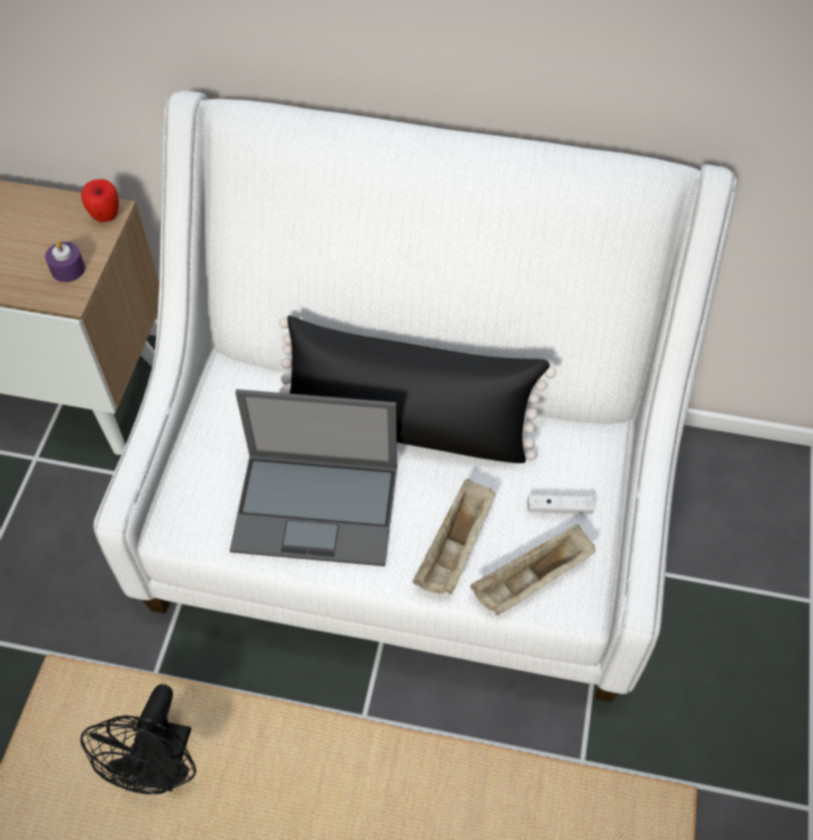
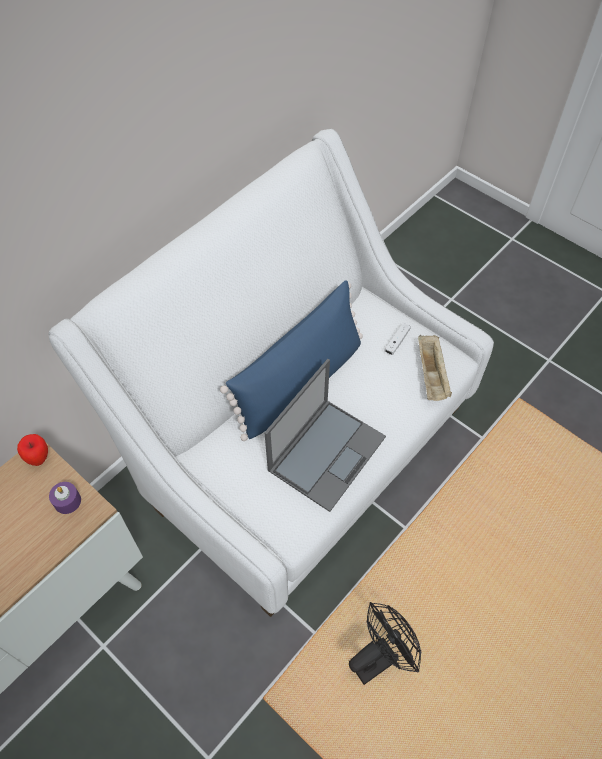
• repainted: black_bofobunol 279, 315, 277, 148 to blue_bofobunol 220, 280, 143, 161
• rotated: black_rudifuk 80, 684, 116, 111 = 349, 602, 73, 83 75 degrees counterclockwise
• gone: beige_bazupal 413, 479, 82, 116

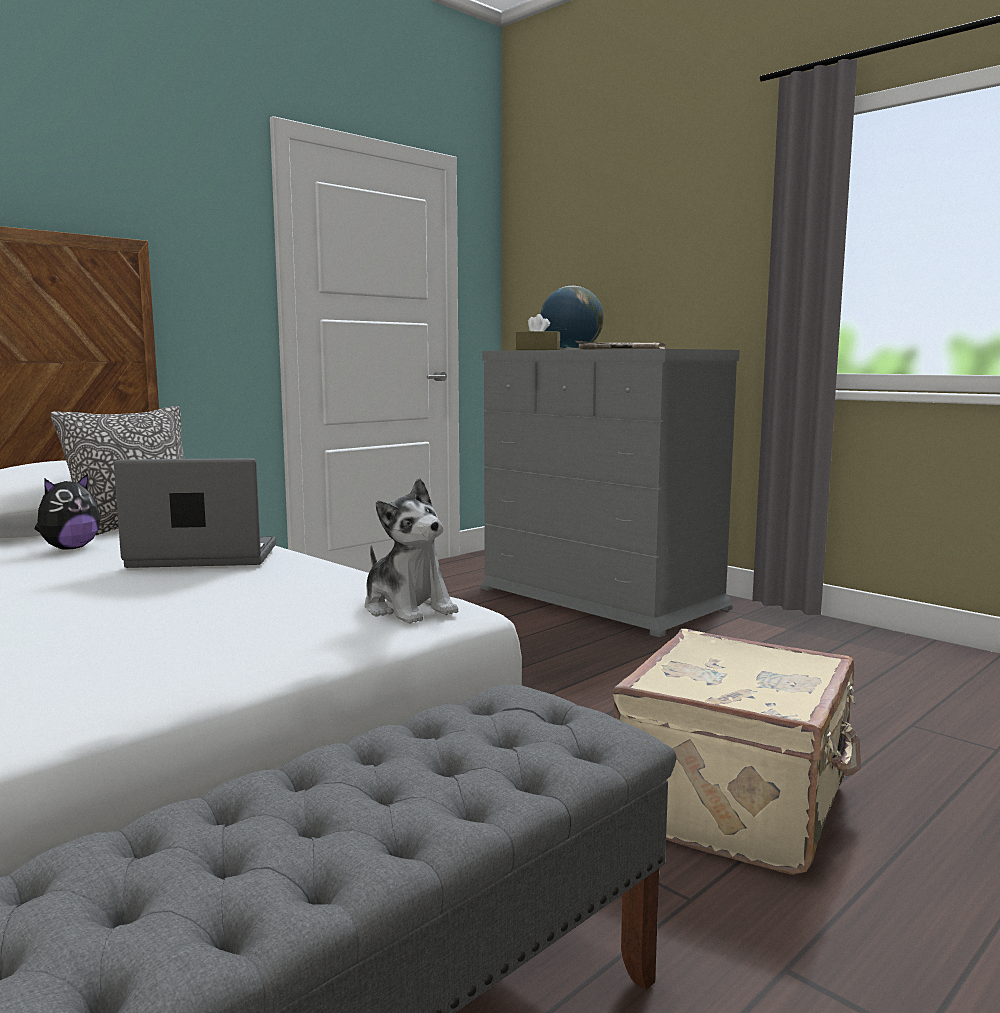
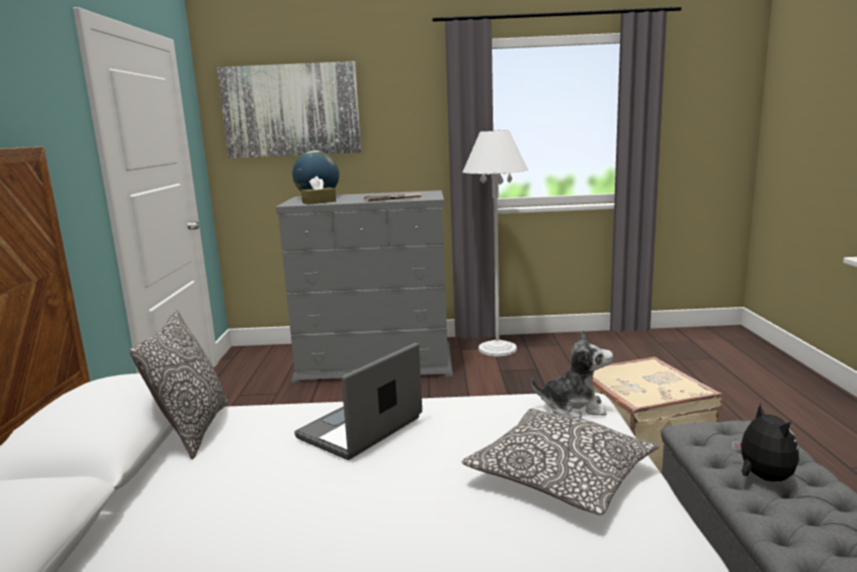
• new: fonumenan 217, 61, 144, 97
• new: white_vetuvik 462, 130, 66, 226
• new: bofobunol 462, 408, 197, 107
• shifted: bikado 35, 474, 65, 75 to 732, 403, 67, 79

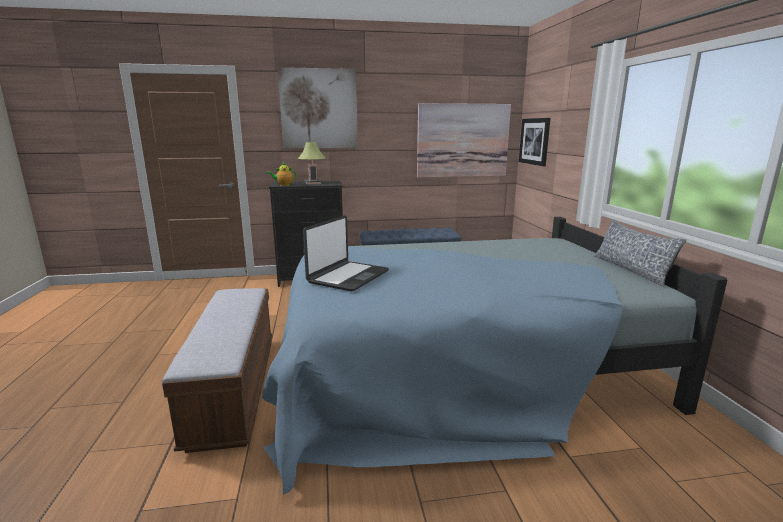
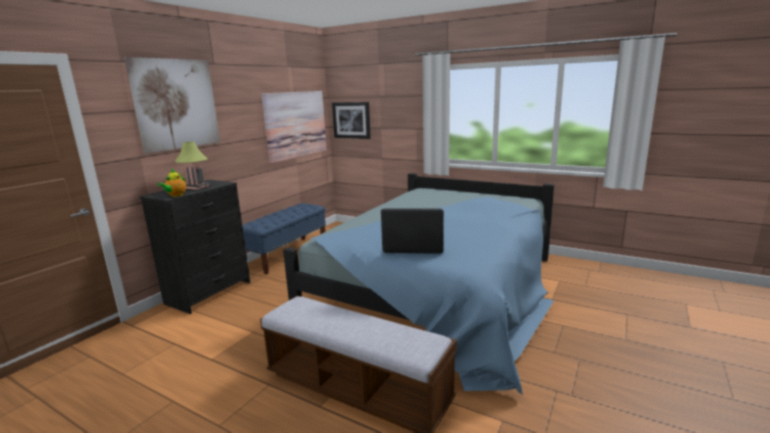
• rotated: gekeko 303, 215, 86, 76 = 381, 209, 63, 45 60 degrees counterclockwise
• gone: bofobunol 594, 219, 93, 67

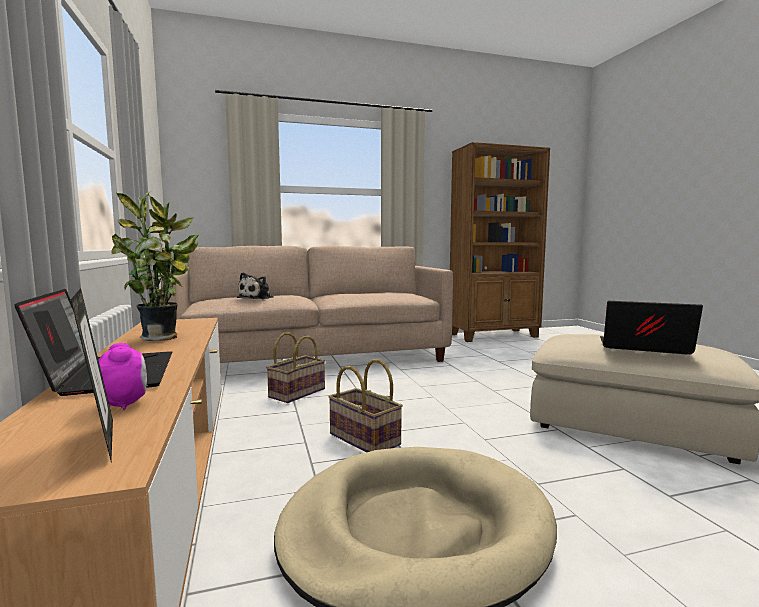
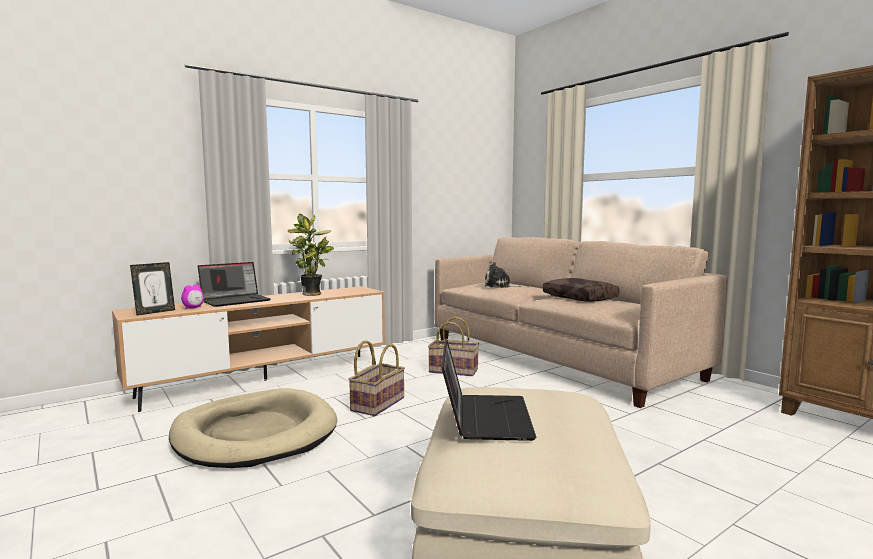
• new: brown_bofobunol 543, 278, 77, 24

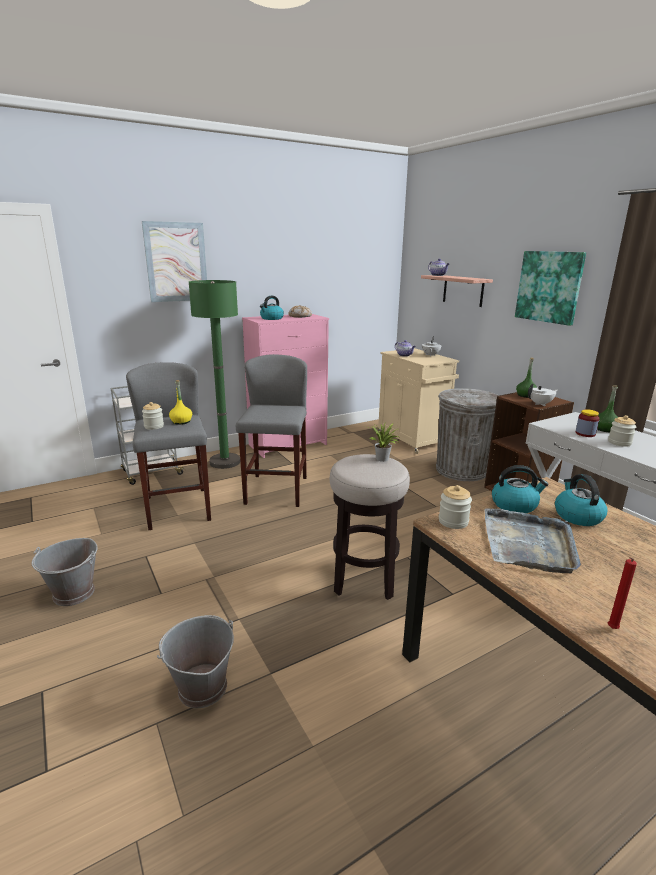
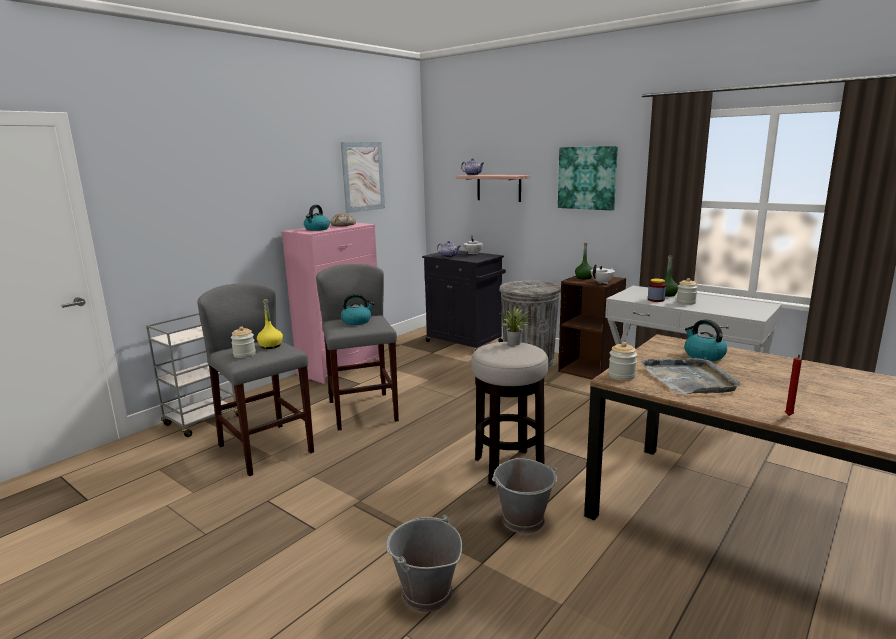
• shifted: fonumenan 142, 221, 65, 81 to 341, 142, 44, 71
• shifted: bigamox 492, 465, 57, 48 to 341, 294, 34, 31
• repainted: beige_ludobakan 377, 348, 82, 106 to black_ludobakan 422, 251, 84, 99
• shifted: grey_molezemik 32, 538, 65, 68 to 492, 458, 65, 75
• gone: green_vetuvik 189, 280, 51, 189

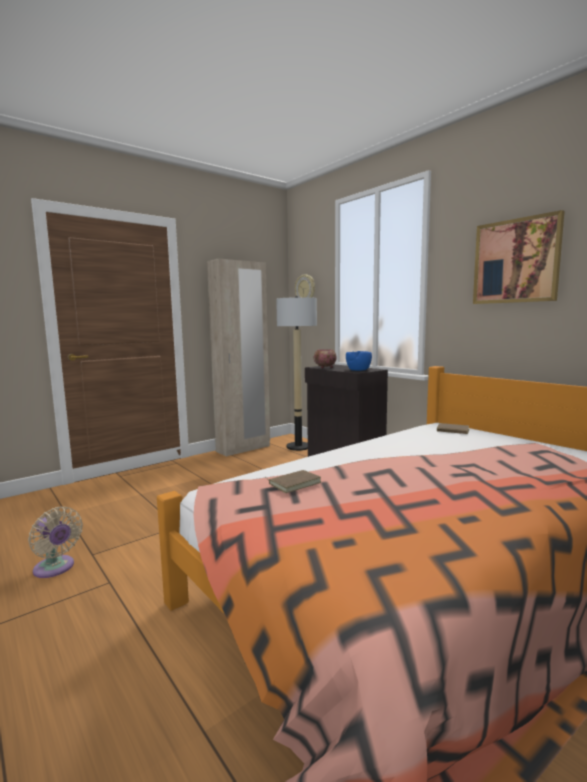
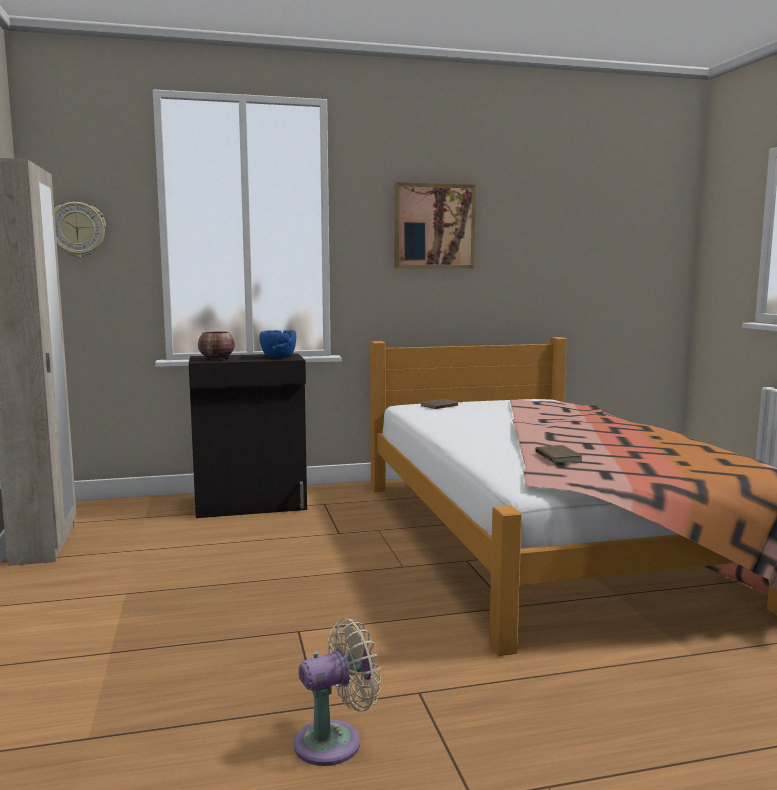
• gone: vetuvik 276, 296, 41, 155

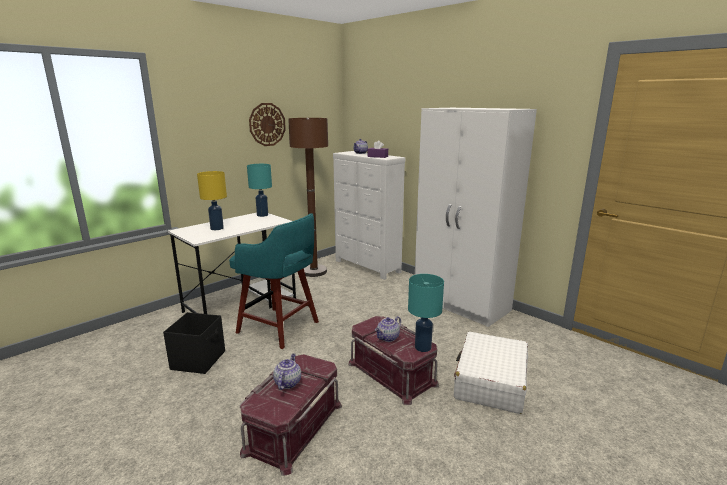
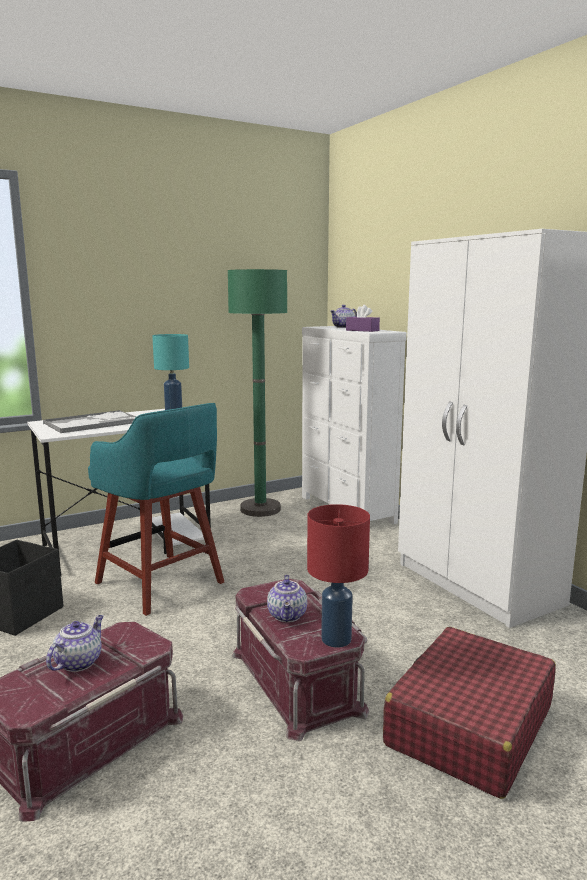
• swapped: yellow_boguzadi 197, 171, 30, 59 to bazupal 43, 410, 93, 23
• repainted: brown_vetuvik 288, 118, 40, 159 to green_vetuvik 228, 269, 59, 248
• rotated: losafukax 375, 316, 26, 26 = 267, 575, 40, 47 60 degrees counterclockwise
• repainted: turquoise_boguzadi 408, 274, 36, 78 to red_boguzadi 307, 504, 63, 144
• repainted: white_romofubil 454, 332, 74, 82 to red_romofubil 383, 627, 173, 172
• gone: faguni 249, 103, 37, 43

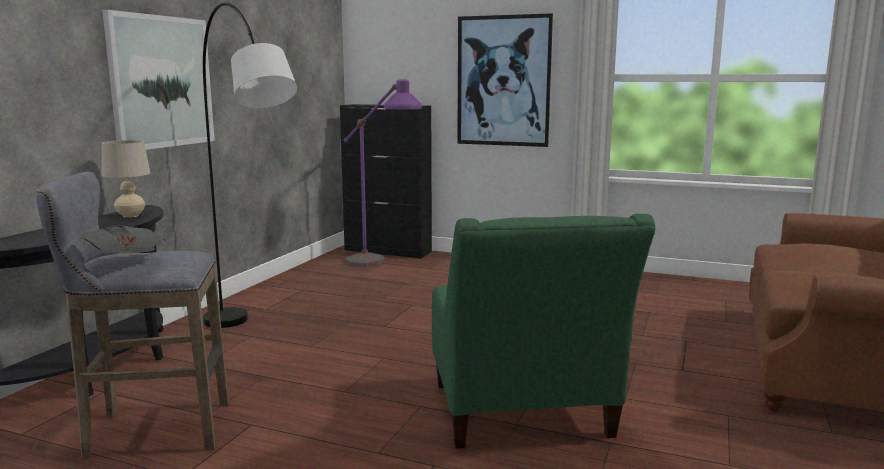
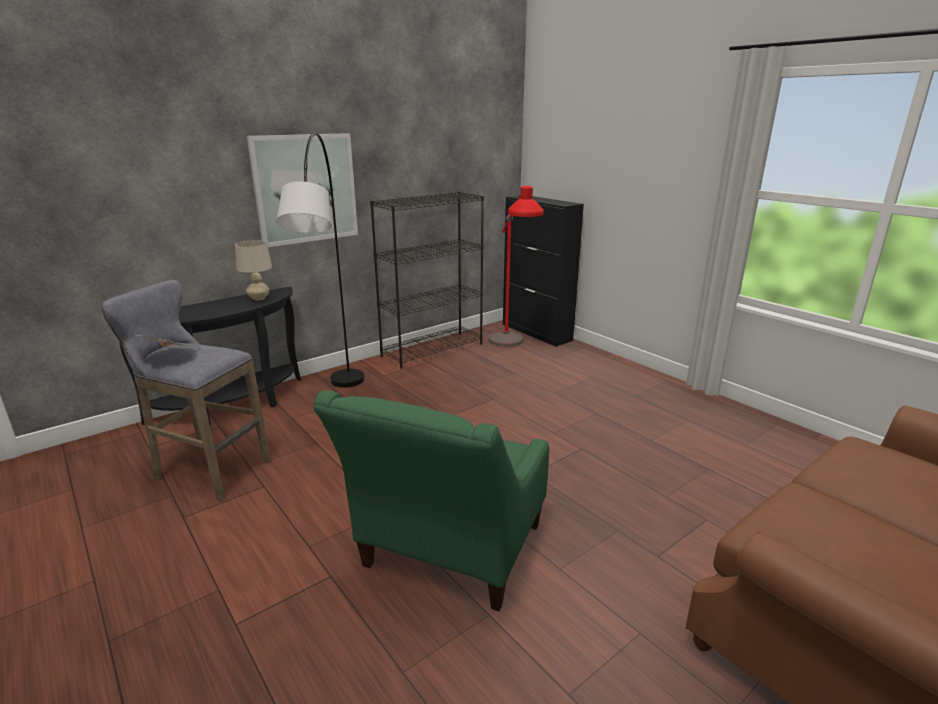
• new: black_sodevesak 370, 192, 114, 177
• repainted: purple_vetuvik 344, 79, 78, 188 to red_vetuvik 489, 186, 55, 161
• gone: fonumenan 457, 13, 96, 134

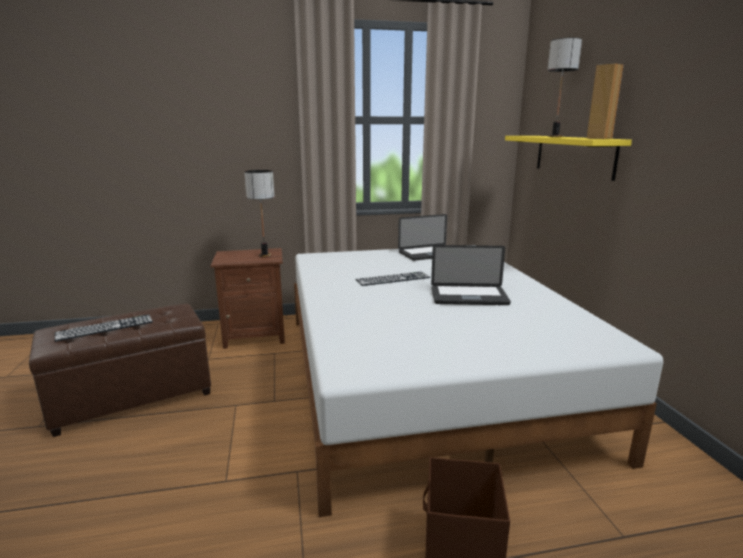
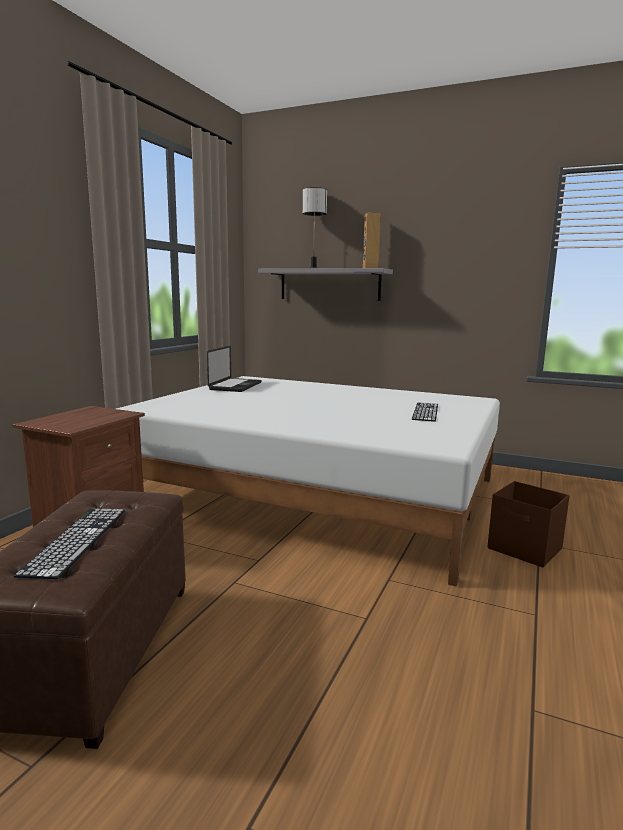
• repainted: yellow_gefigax 505, 136, 127, 45 to grey_gefigax 258, 268, 135, 33
• shifted: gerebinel 356, 272, 74, 14 to 412, 403, 26, 19
• gone: boguzadi 244, 170, 31, 87
• gone: gekeko 431, 245, 80, 60

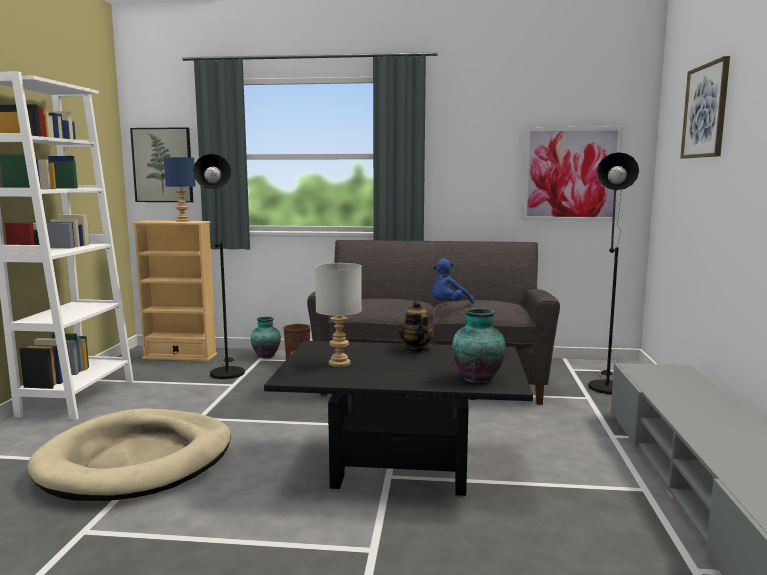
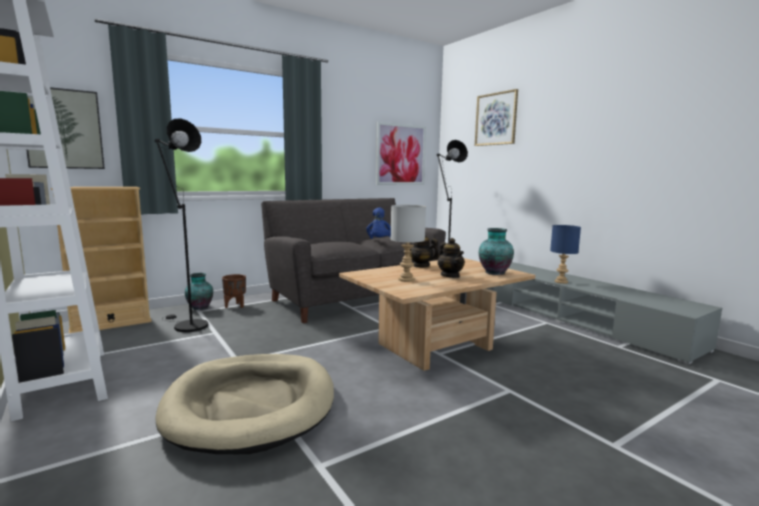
• repainted: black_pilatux 264, 341, 269, 155 to beige_pilatux 339, 258, 196, 113
• new: losafukax 438, 238, 27, 40
• shifted: blue_boguzadi 164, 157, 32, 65 to 550, 225, 31, 59

